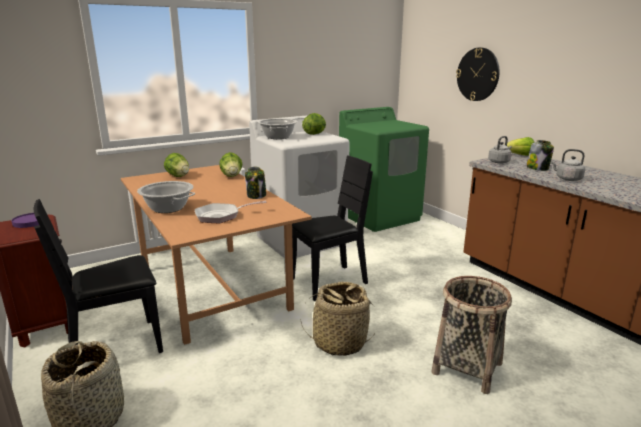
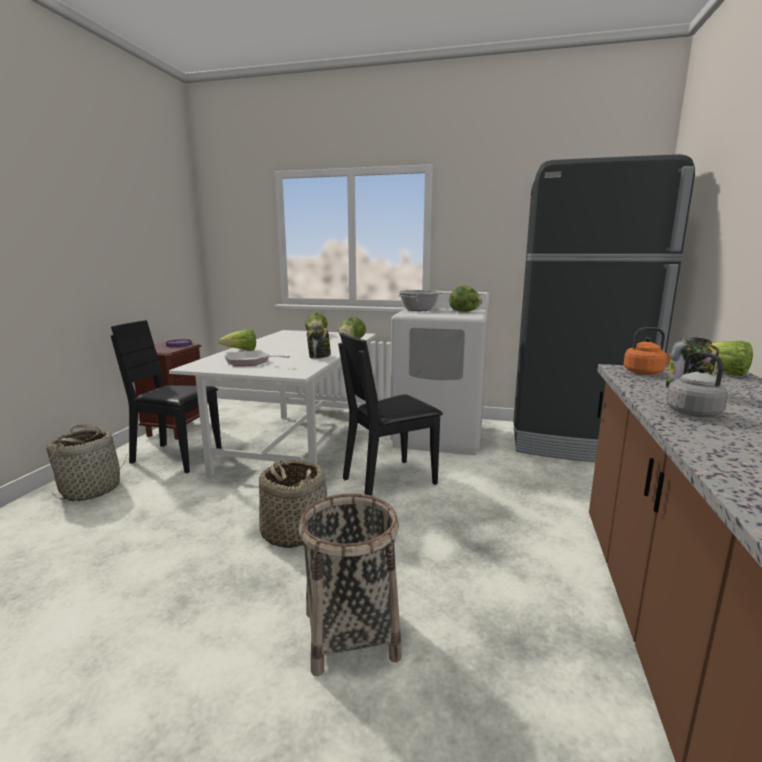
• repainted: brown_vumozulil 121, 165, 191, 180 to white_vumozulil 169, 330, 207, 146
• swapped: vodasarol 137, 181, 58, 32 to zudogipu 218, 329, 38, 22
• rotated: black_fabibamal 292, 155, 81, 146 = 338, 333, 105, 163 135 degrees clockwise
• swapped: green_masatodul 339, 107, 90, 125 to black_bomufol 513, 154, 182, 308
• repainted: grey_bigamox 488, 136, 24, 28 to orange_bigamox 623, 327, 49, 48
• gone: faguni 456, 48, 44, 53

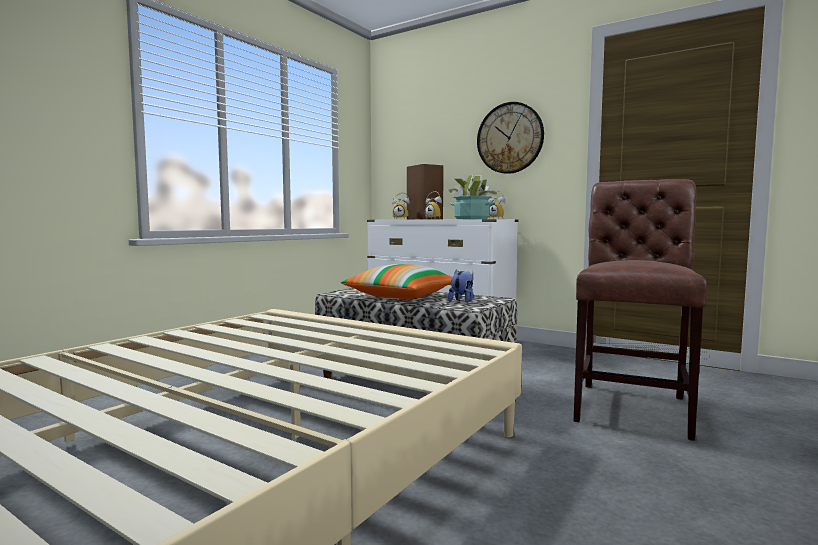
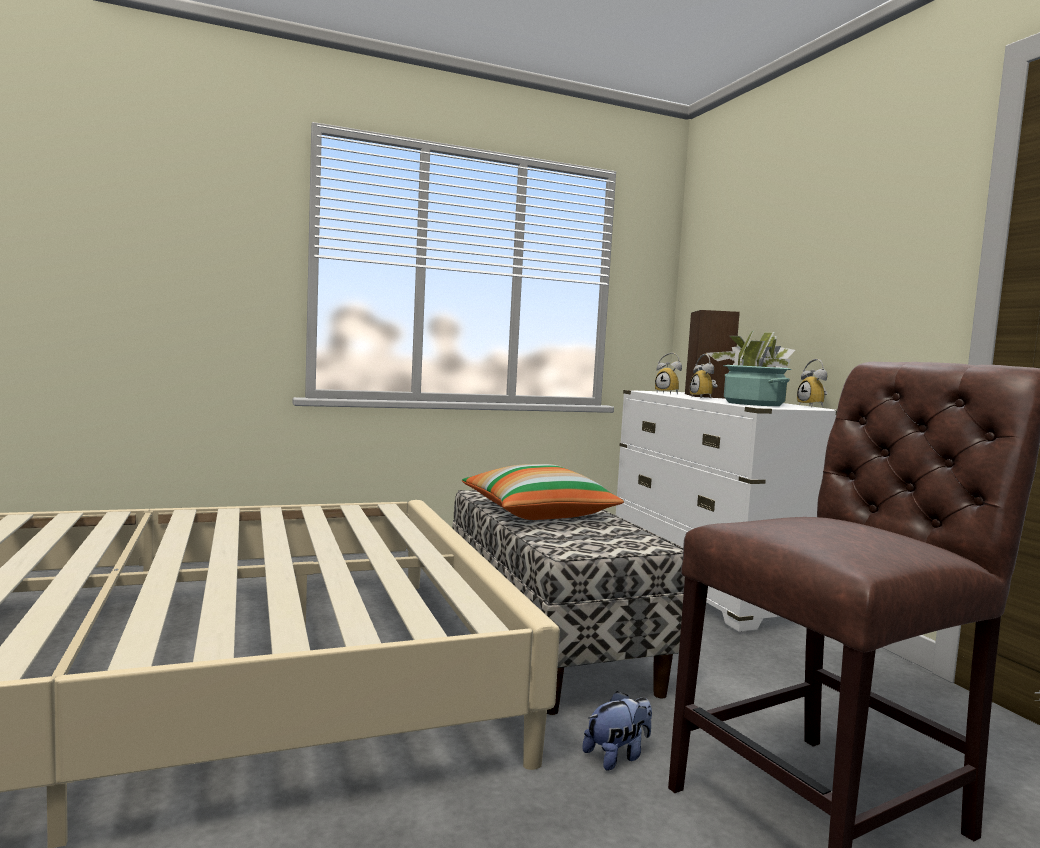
• shifted: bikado 448, 270, 26, 33 to 582, 691, 70, 80
• gone: faguni 477, 102, 67, 72

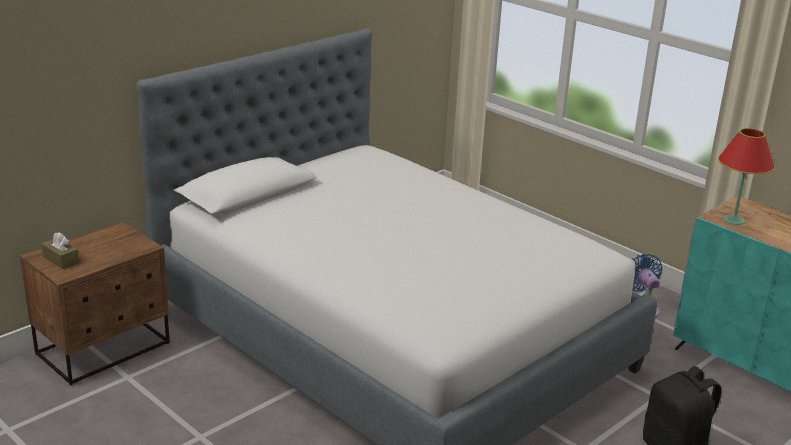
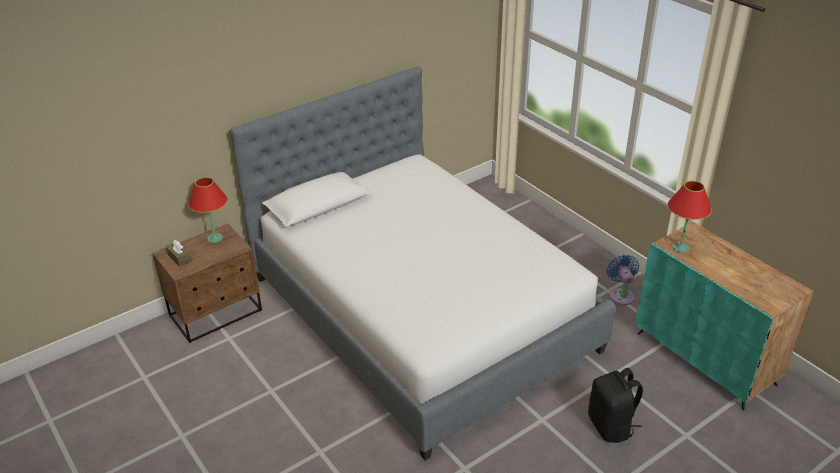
• new: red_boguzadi 188, 177, 40, 66

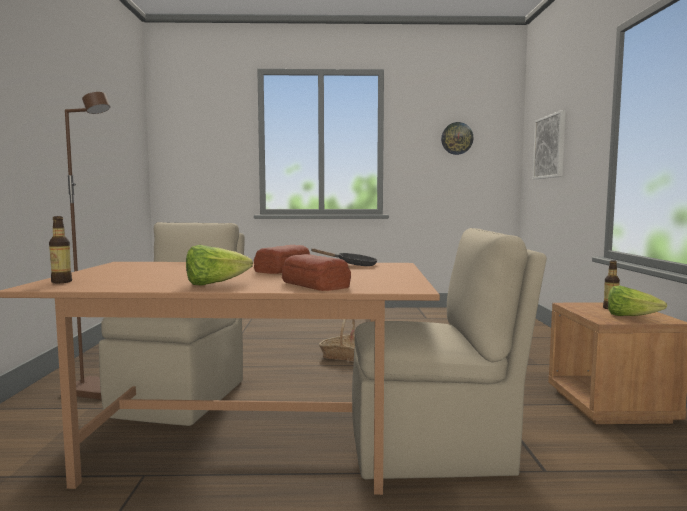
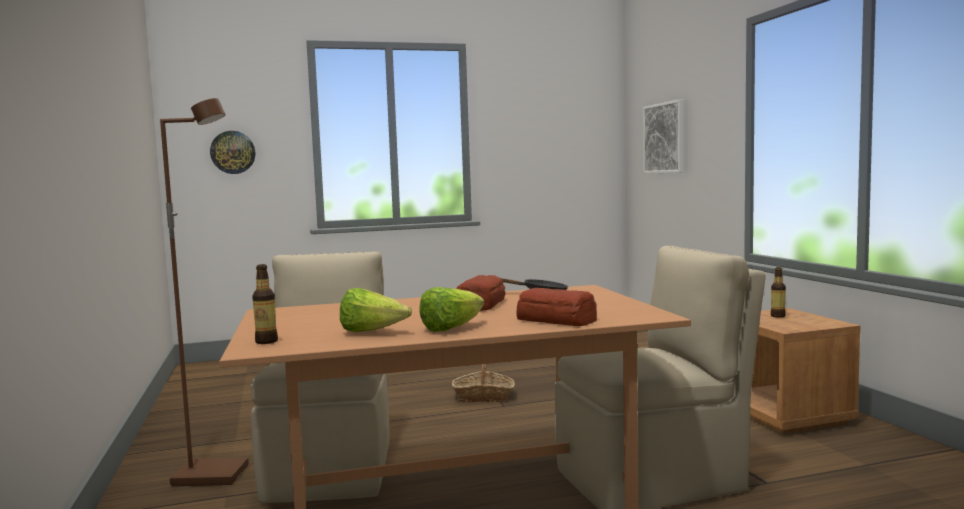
• shifted: faguni 441, 122, 33, 33 to 210, 131, 46, 43
• shifted: zudogipu 608, 286, 59, 30 to 340, 288, 72, 44

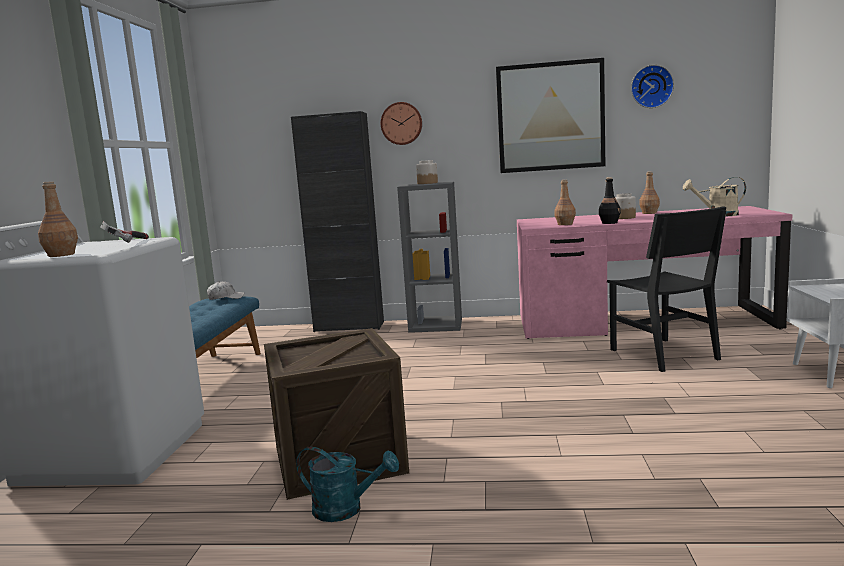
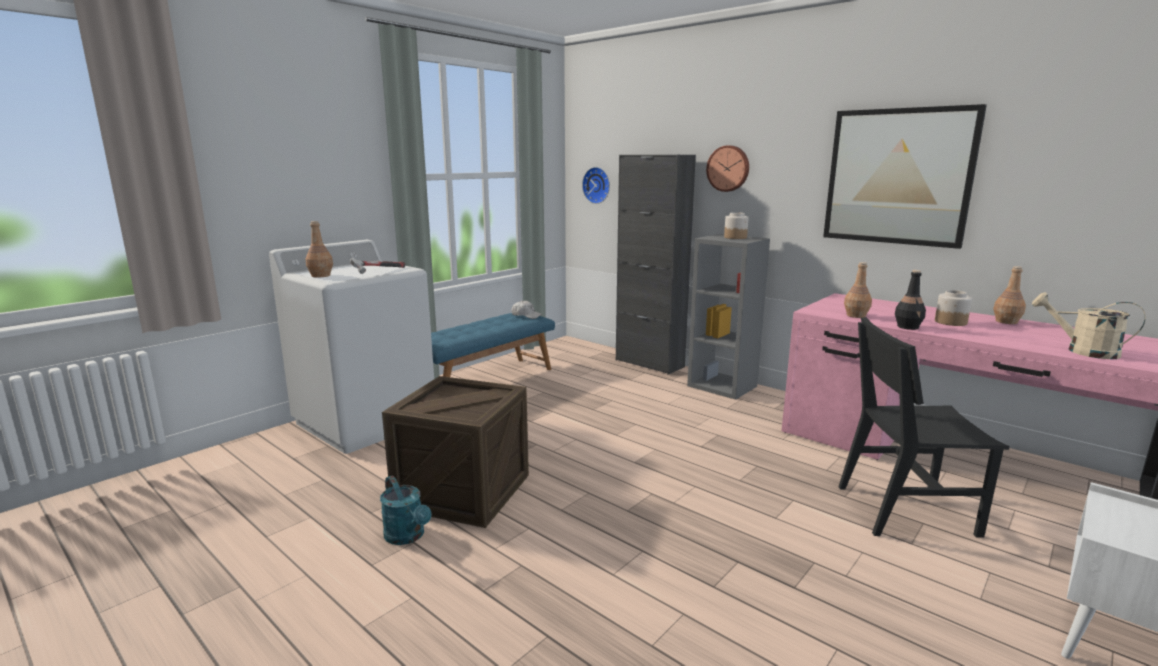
• shifted: faguni 631, 65, 43, 43 to 582, 167, 28, 37
• rotated: black_fabibamal 607, 206, 120, 166 = 839, 317, 170, 221 75 degrees clockwise

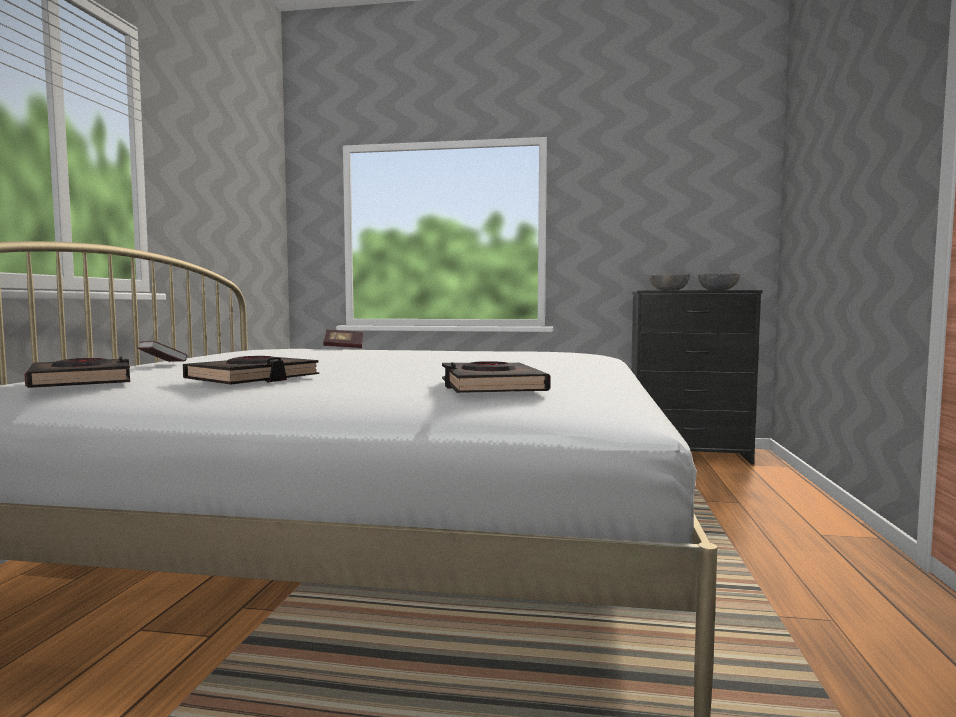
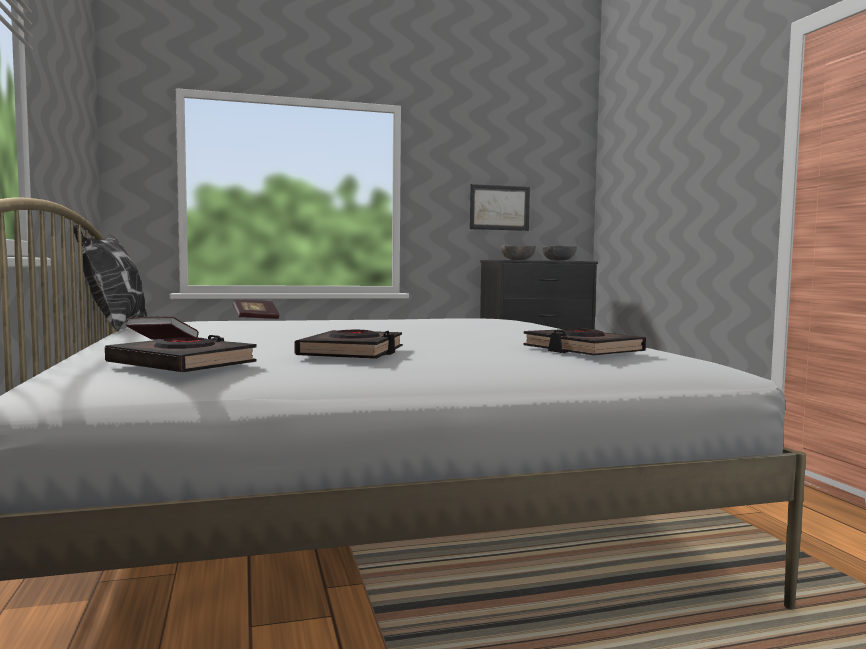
• new: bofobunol 73, 225, 74, 106
• new: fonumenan 470, 184, 60, 47

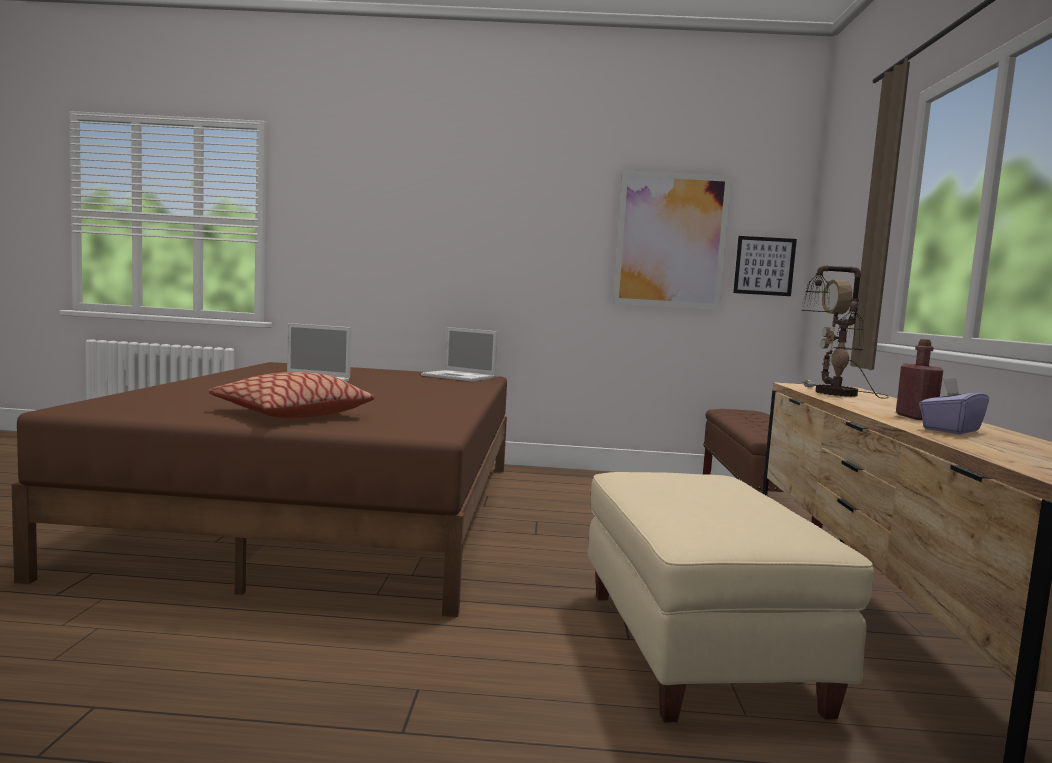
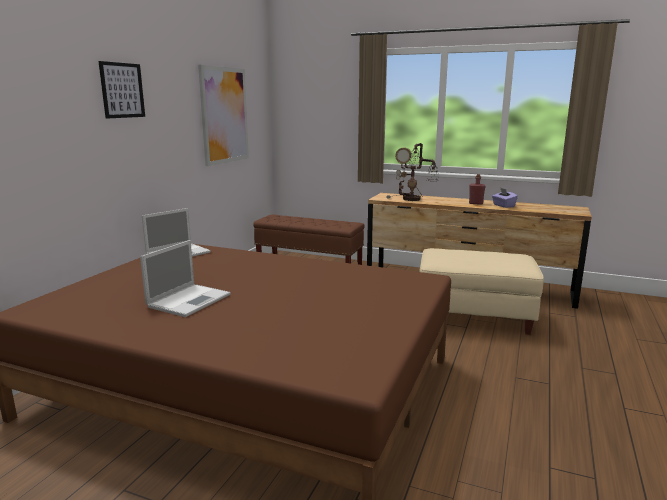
• shifted: fonumenan 733, 236, 64, 60 to 98, 61, 47, 57
• gone: bofobunol 209, 372, 166, 46

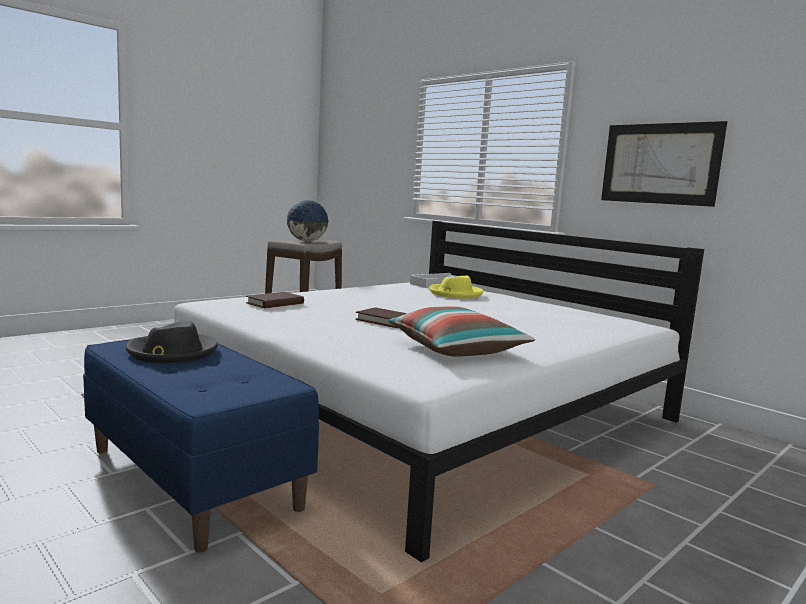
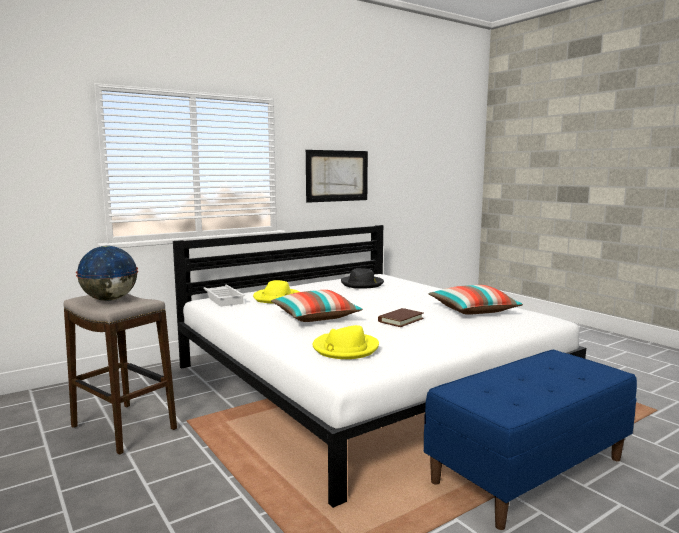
• new: bofobunol 271, 290, 92, 32
• swapped: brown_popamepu 246, 292, 58, 16 to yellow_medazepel 313, 325, 66, 34
• shifted: black_medazepel 126, 321, 92, 42 to 341, 268, 43, 21

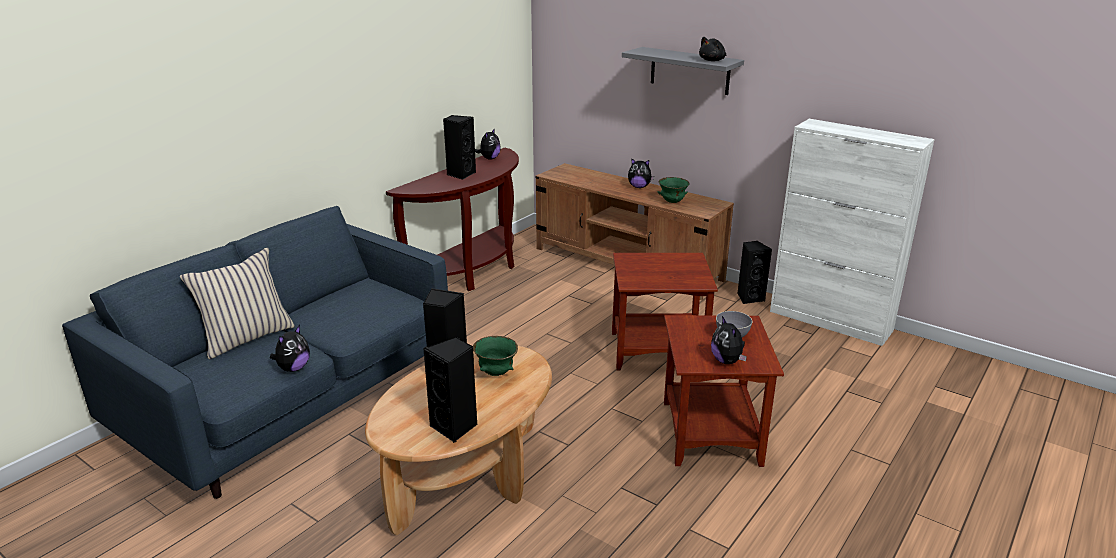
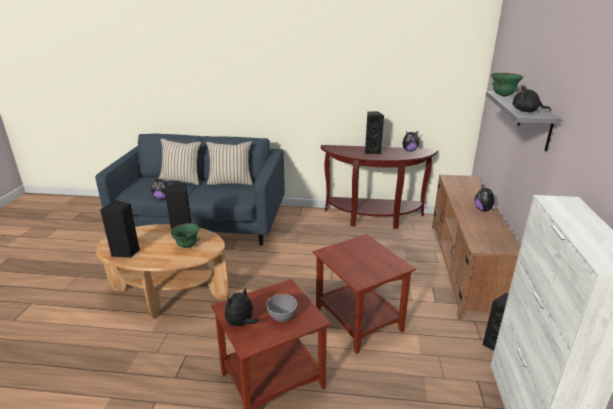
• new: beige_bofobunol 206, 141, 47, 44
• shifted: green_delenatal 658, 177, 32, 26 to 491, 73, 32, 23

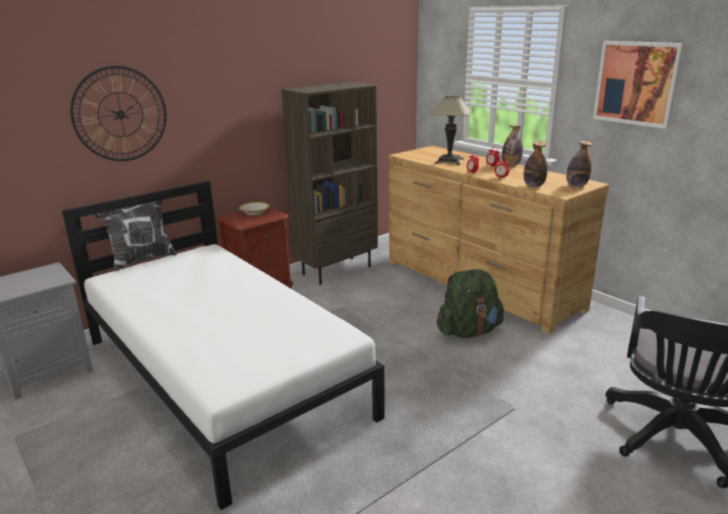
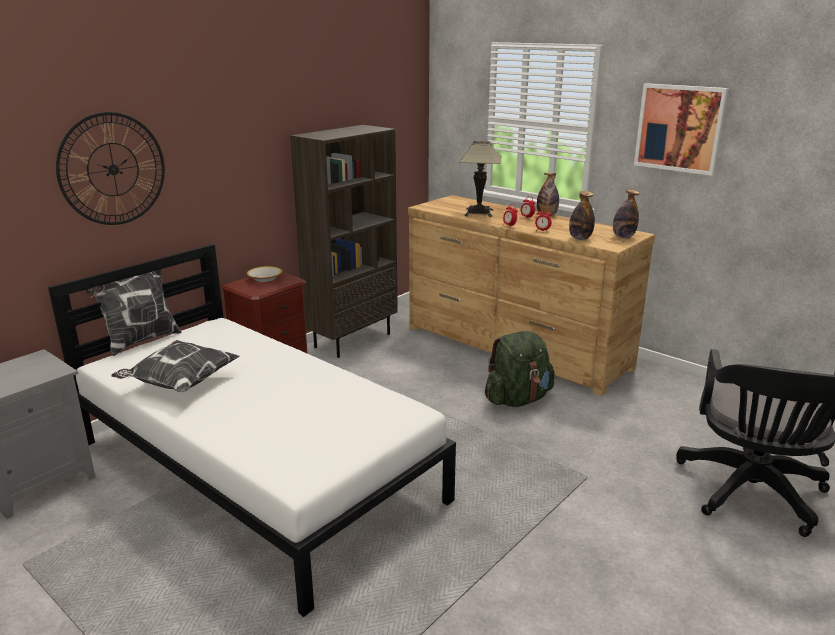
• new: bofobunol 111, 340, 128, 52

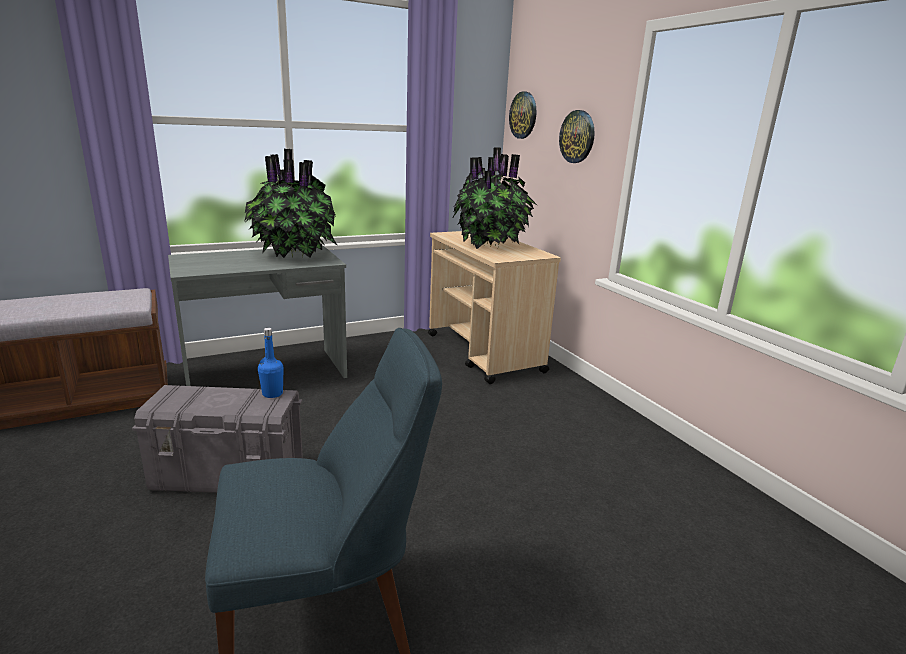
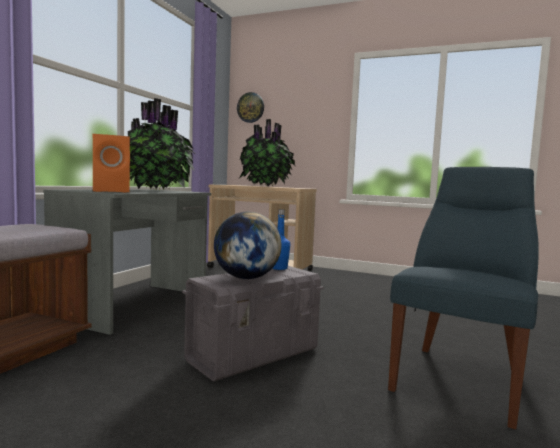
• new: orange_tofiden 93, 134, 37, 58
• new: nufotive 214, 212, 67, 67
• gone: faguni 559, 110, 36, 53

